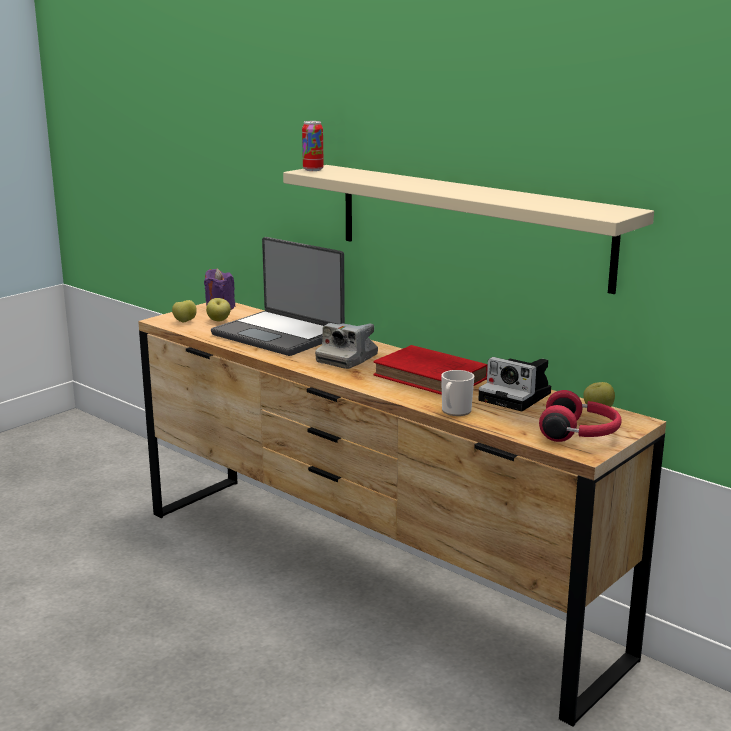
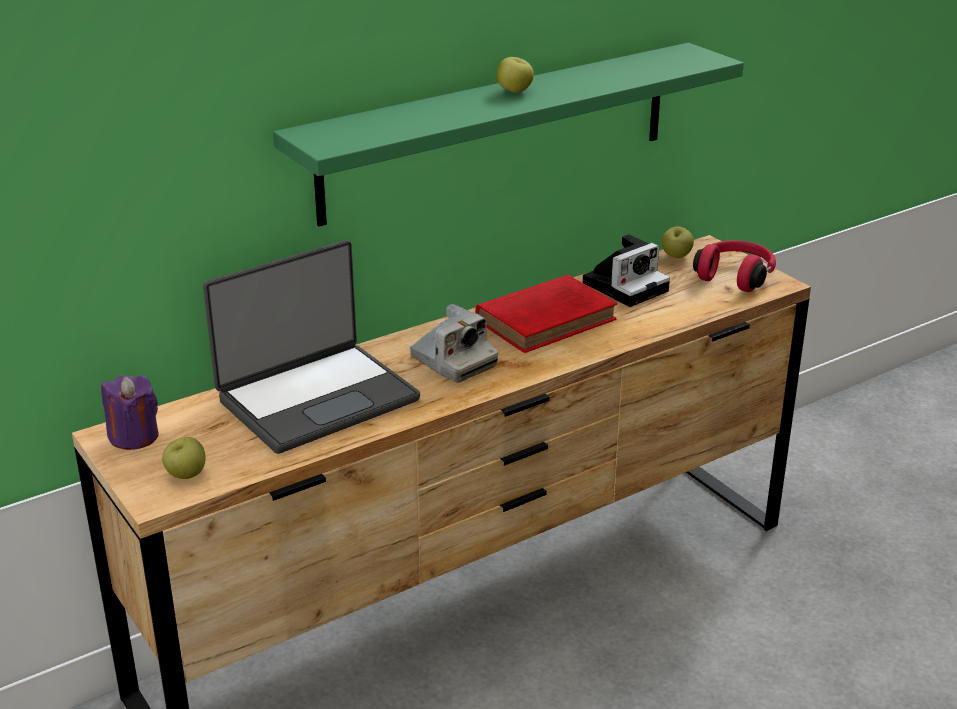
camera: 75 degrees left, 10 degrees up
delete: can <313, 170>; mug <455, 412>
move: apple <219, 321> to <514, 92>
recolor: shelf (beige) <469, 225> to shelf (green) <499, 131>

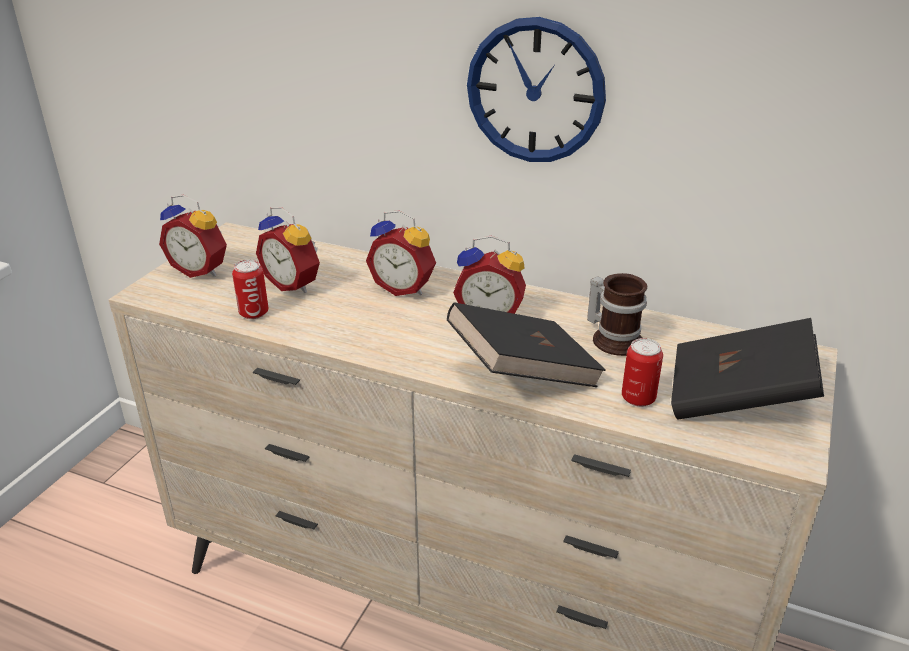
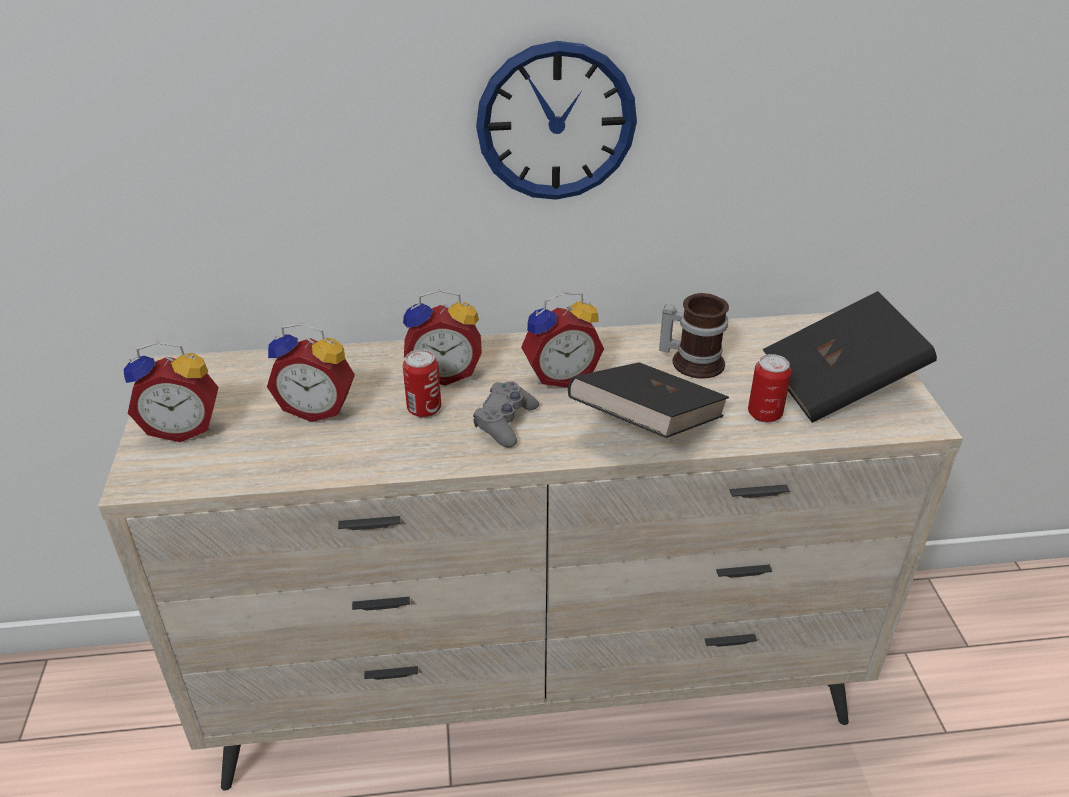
camera: 30 degrees left, 5 degrees up
insert: game controller (grey) <505, 422>
move: can <254, 313> to <424, 409>

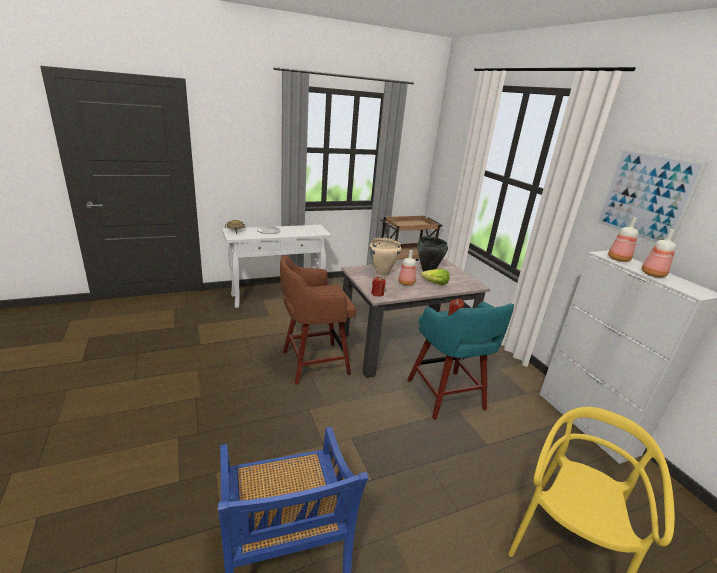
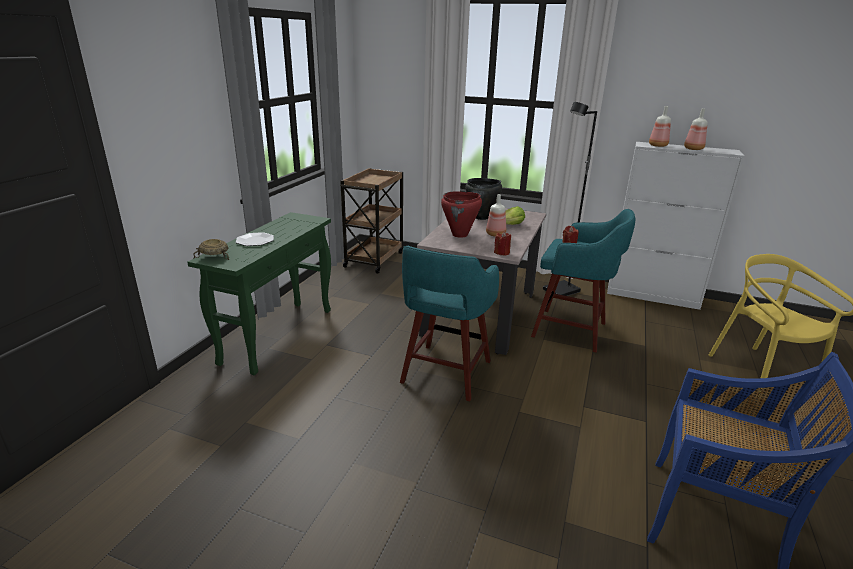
camera: 45 degrees left, 0 degrees up
delete: picture <645, 197>
insert: floor lamp (black) <561, 291>
recolor: console table (white) <278, 296> to console table (green) <278, 335>; stool (brown) <313, 363> to stool (turquoise) <445, 373>; cooking pot (beige) <382, 273> to cooking pot (red) <460, 235>

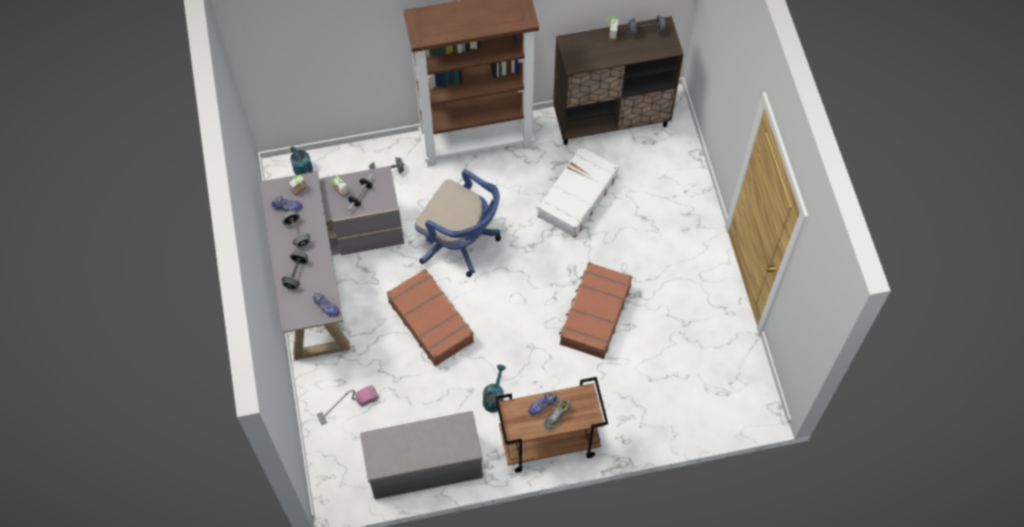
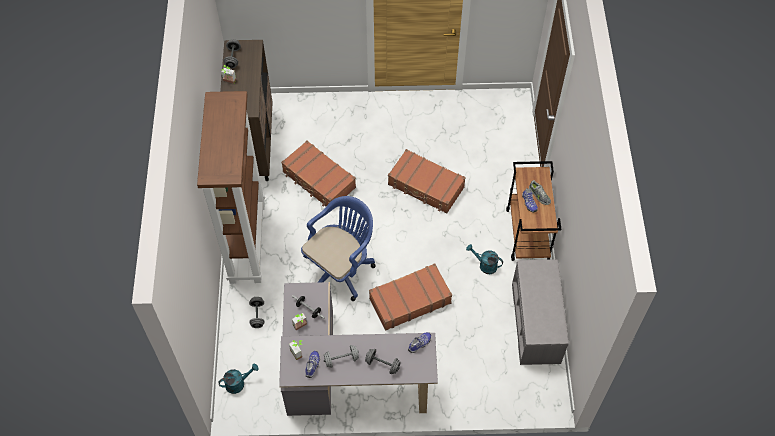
camera: 80 degrees left, 5 degrees down
delete: vacuum cleaner <348, 406>
recolor: suitcase (white) <576, 196> to suitcase (brown) <319, 180>

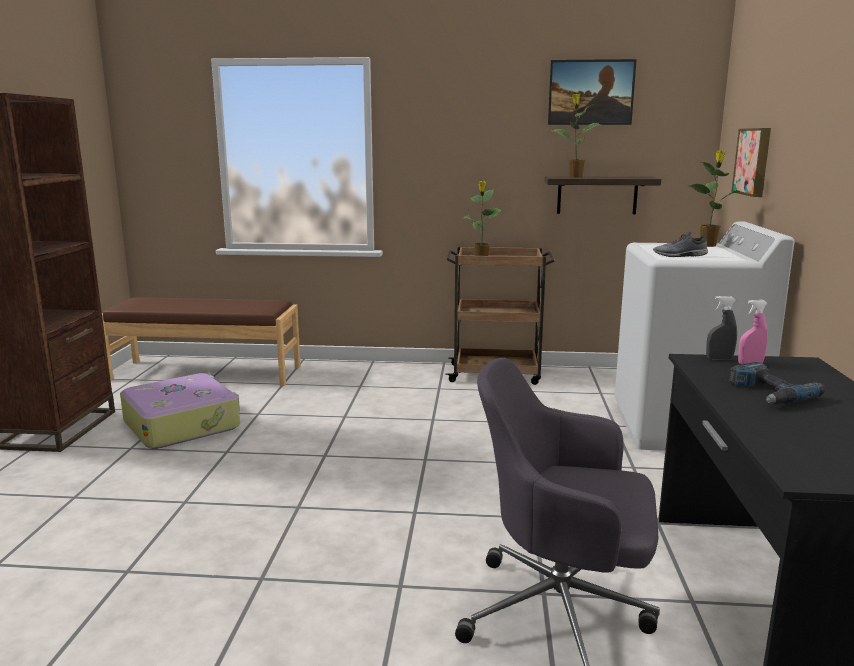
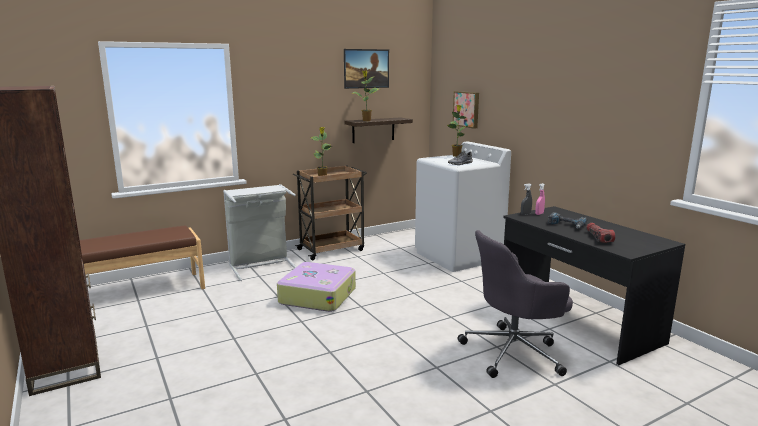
camera: 35 degrees left, 0 degrees up
insert: laundry basket (grey) <261, 266>; flashlight <598, 238>
move: suitcase <183, 424> to <317, 296>

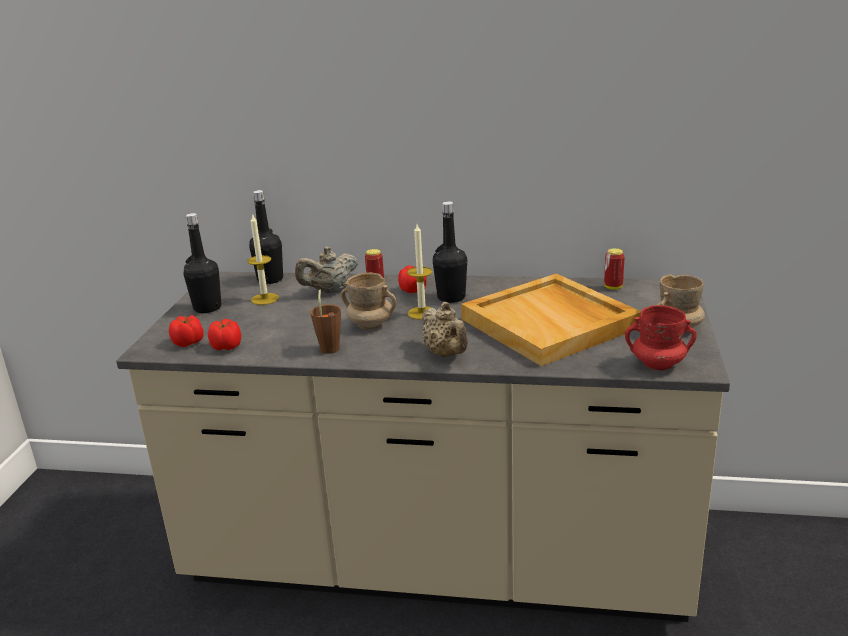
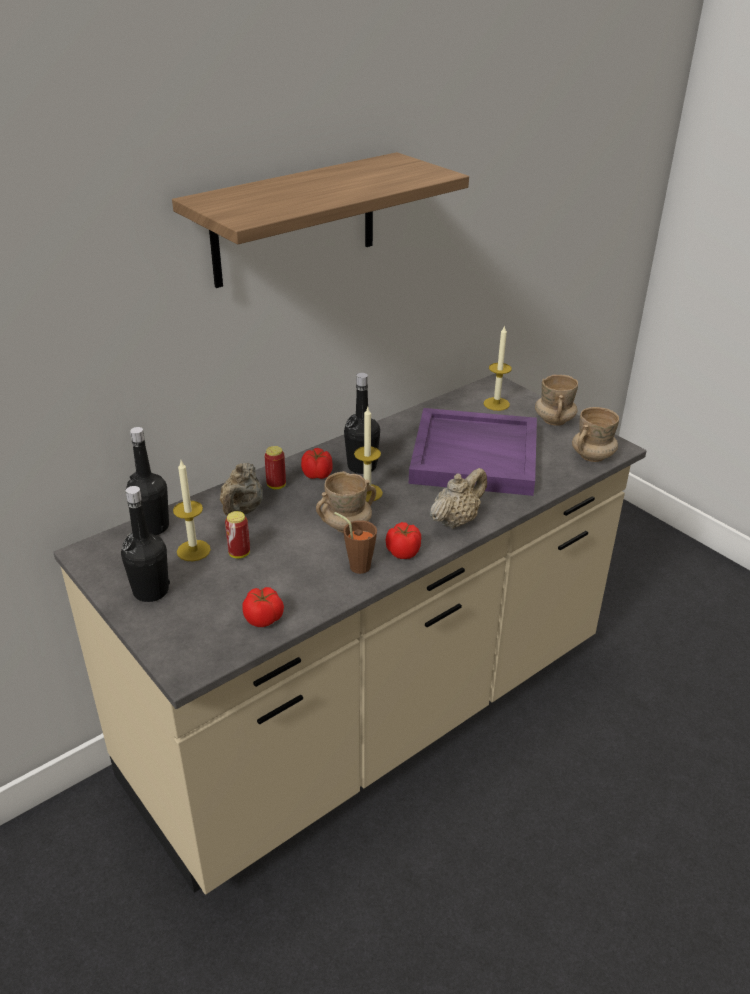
camera: 50 degrees left, 10 degrees up
insert: shelf <295, 220>; candle <496, 404>
move: tomato <189, 343> to <404, 552>; can <613, 287> to <239, 553>
recolor: tray (beige) <551, 323> to tray (purple) <475, 455>; mug (red) <657, 364> to mug (beige) <592, 456>
rotate: teapot (beige) <447, 354> = <456, 520> 60 degrees counterclockwise

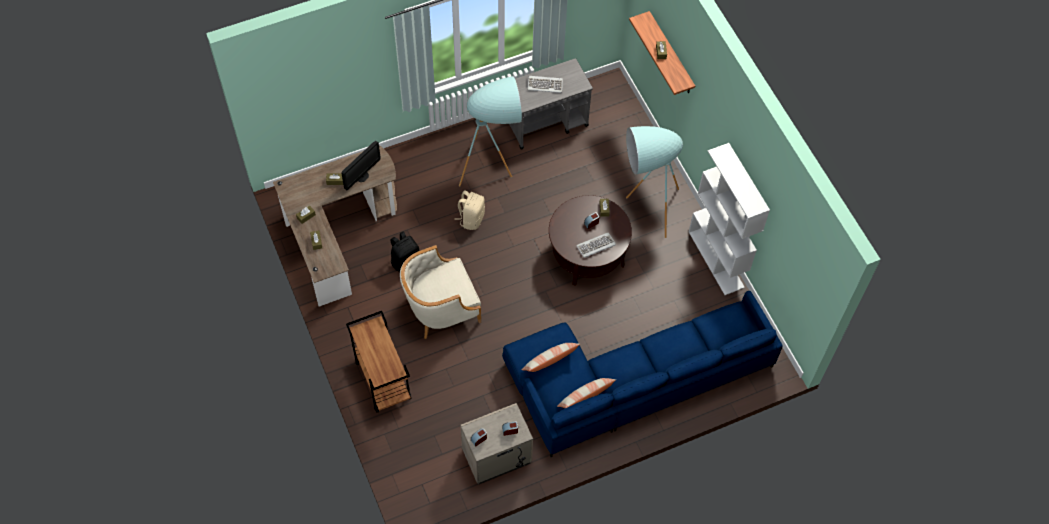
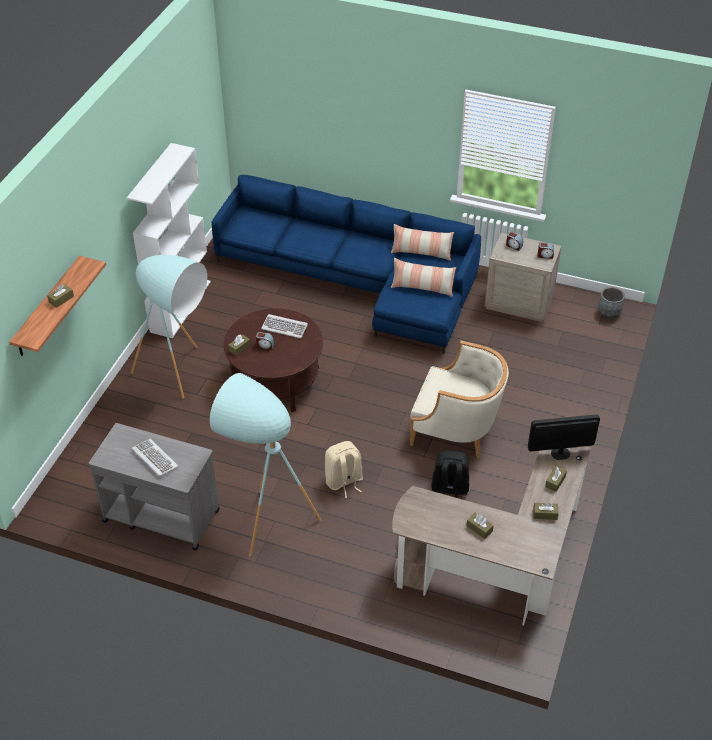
camera: 135 degrees left, 15 degrees down
delete: cart (brown) <382, 380>
insert: planter (grey) <609, 313>
move: monitor <362, 176> to <560, 453>

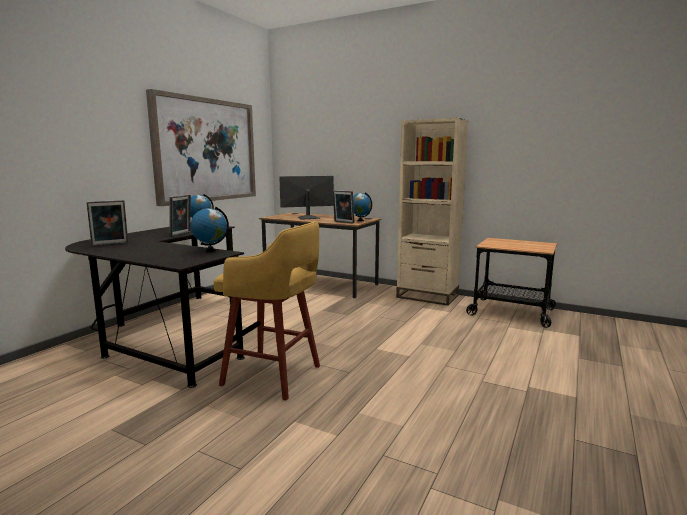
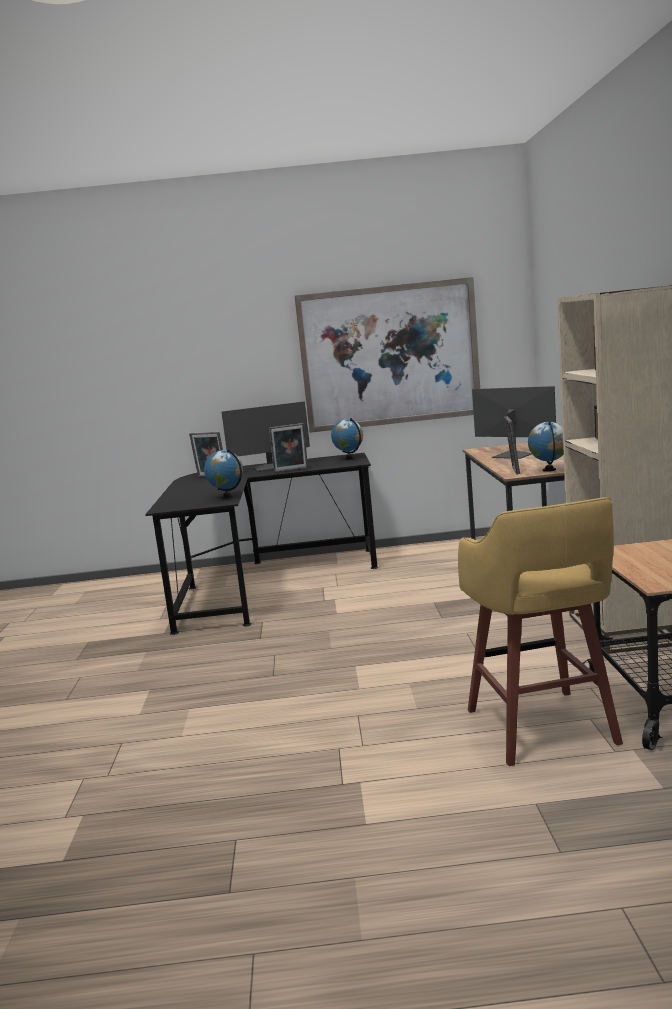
camera: 60 degrees right, 0 degrees up
insert: monitor <270, 467>
move: stool (yellow) <274, 376> to <542, 729>

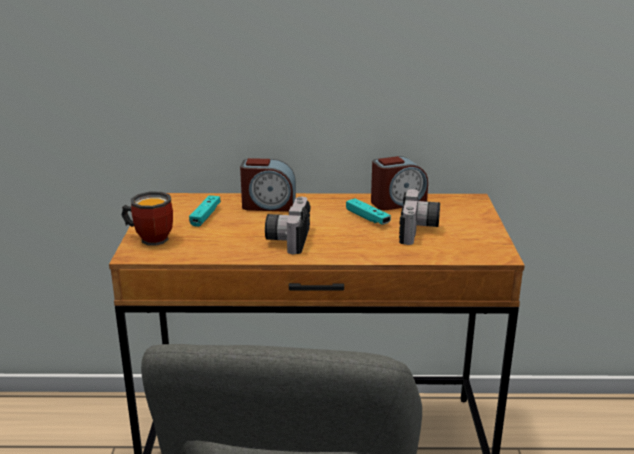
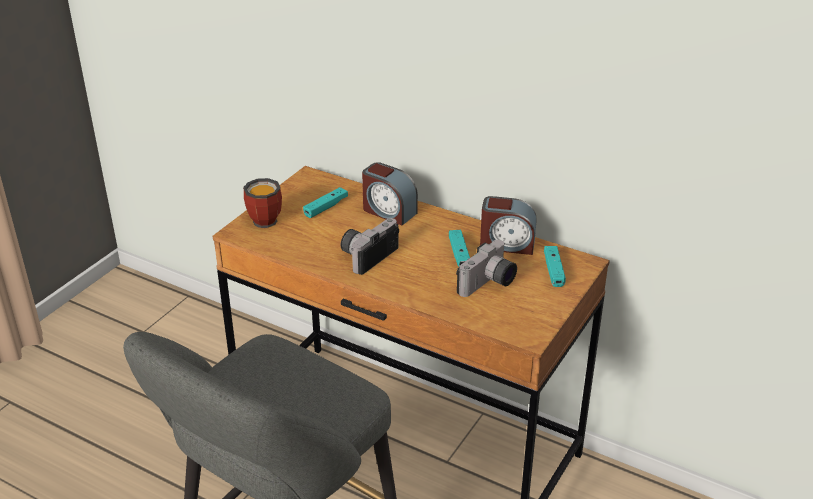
camera: 30 degrees right, 10 degrees up
insert: game controller (turquoise) <553, 271>

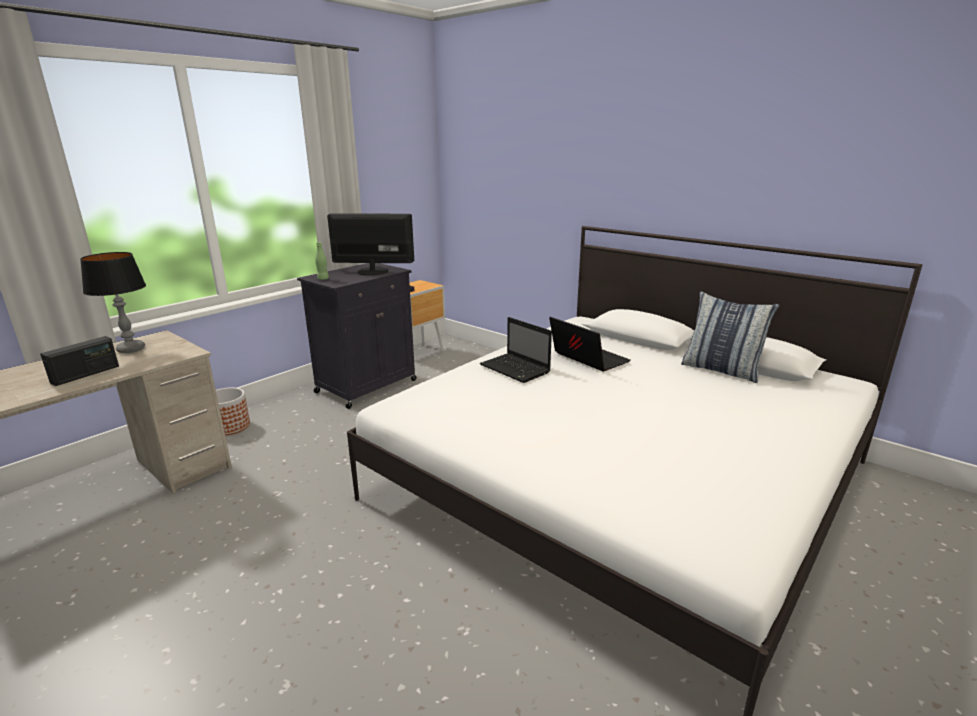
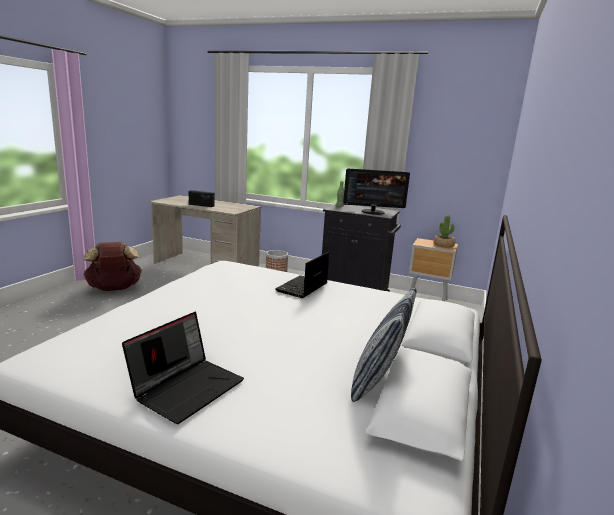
camera: 70 degrees right, 5 degrees down
delete: table lamp <131, 349>
insert: backpack (brown) <114, 289>; potted plant <443, 245>
move: laptop <587, 359> to <187, 387>
rotate: monitor <372, 271> = <373, 212> 105 degrees clockwise

